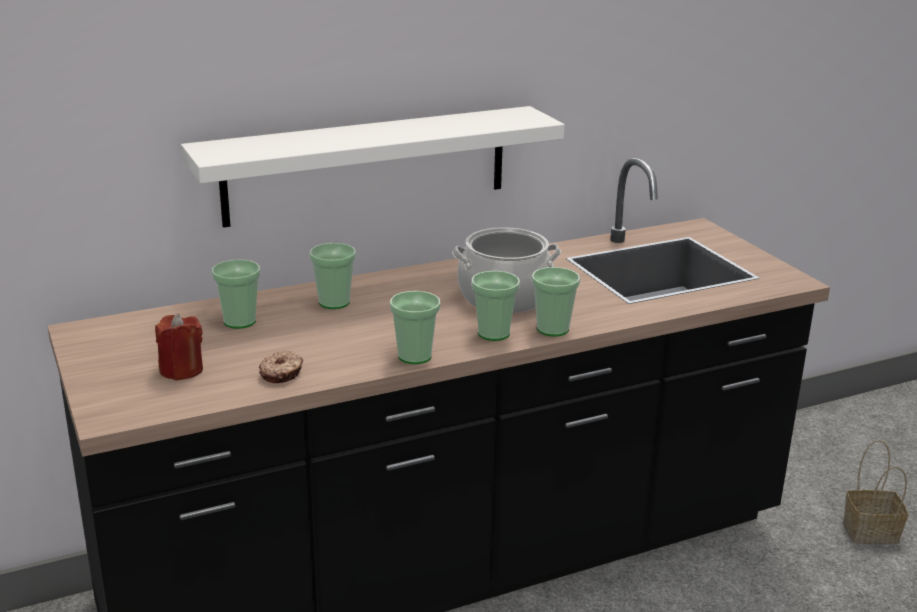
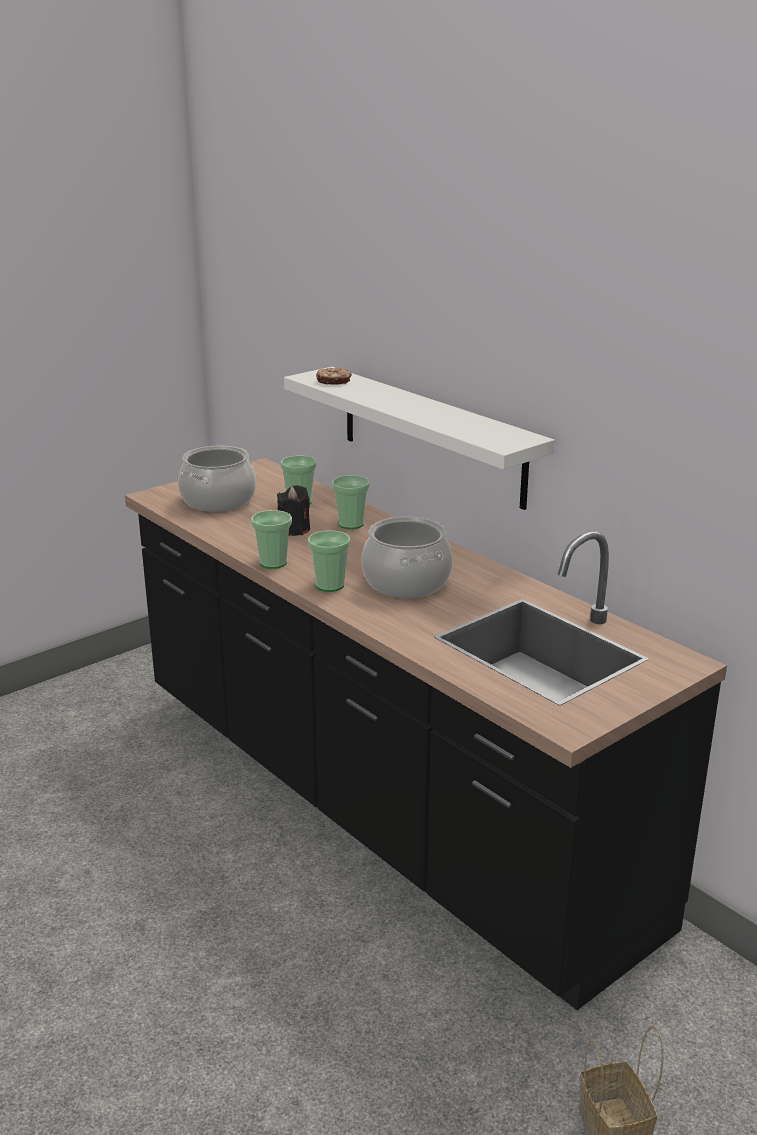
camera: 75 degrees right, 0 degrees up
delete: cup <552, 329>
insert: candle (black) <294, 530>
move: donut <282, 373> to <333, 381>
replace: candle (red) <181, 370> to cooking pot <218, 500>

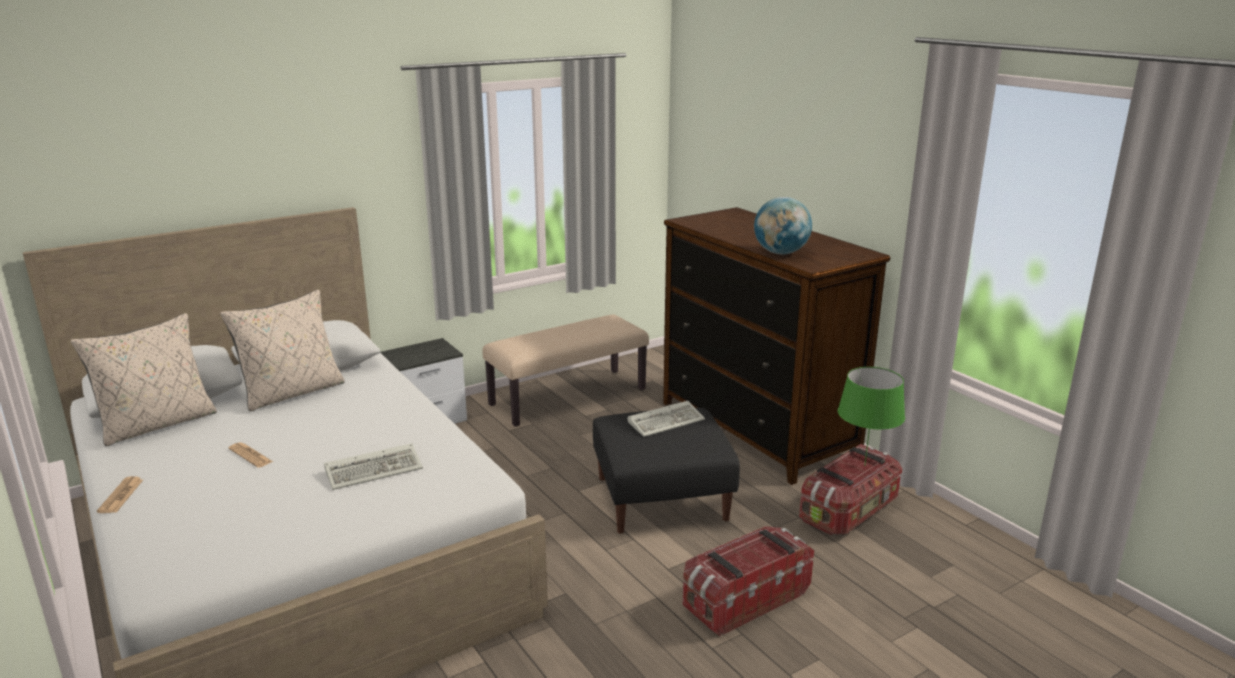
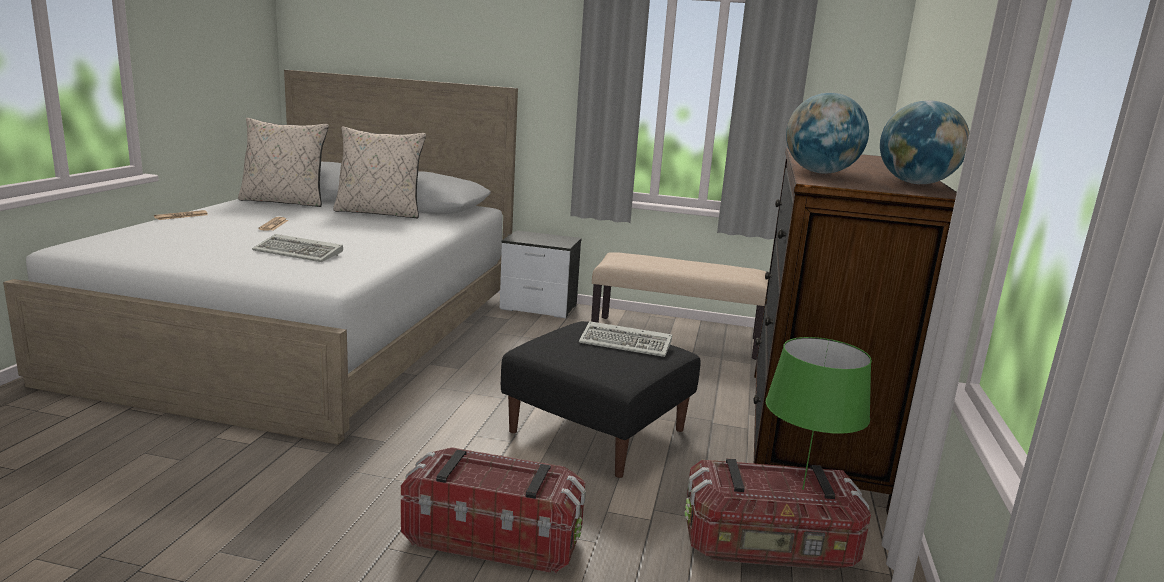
camera: 45 degrees right, 5 degrees down
insert: globe <916, 183>

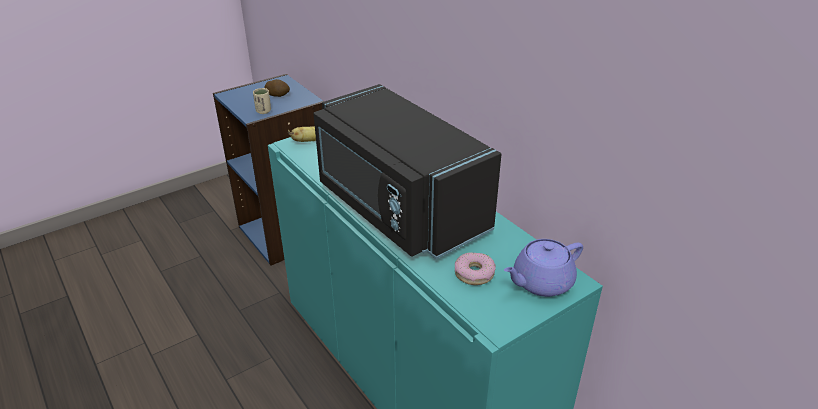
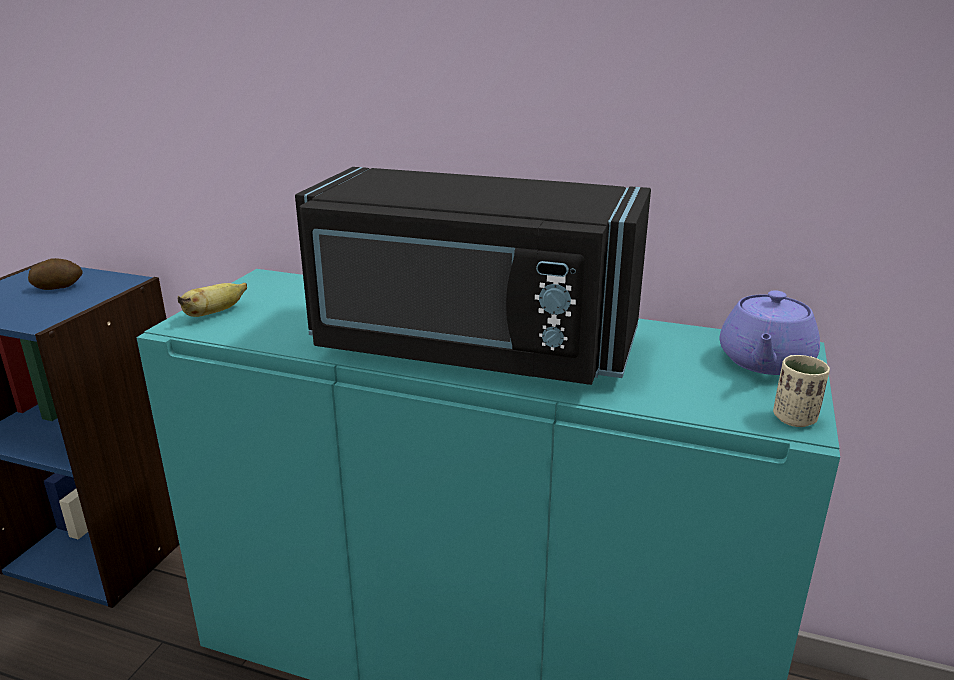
camera: 35 degrees left, 10 degrees down
delete: donut <474, 273>
move: cup (beige) <263, 111> to <794, 419>

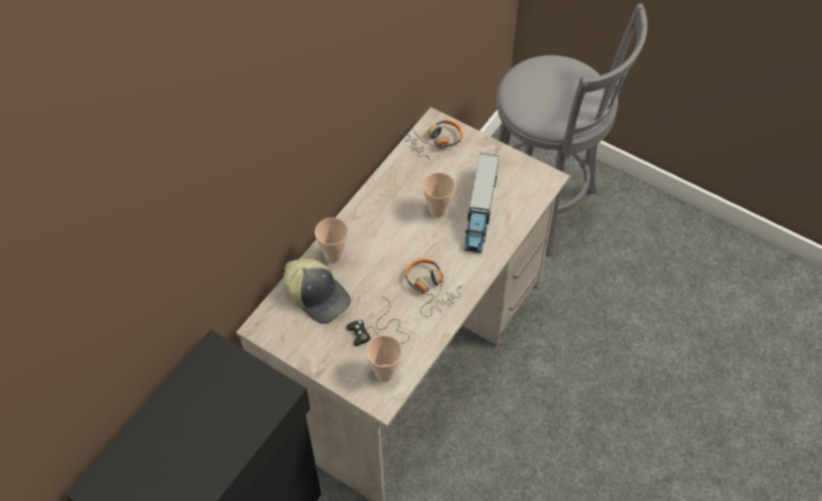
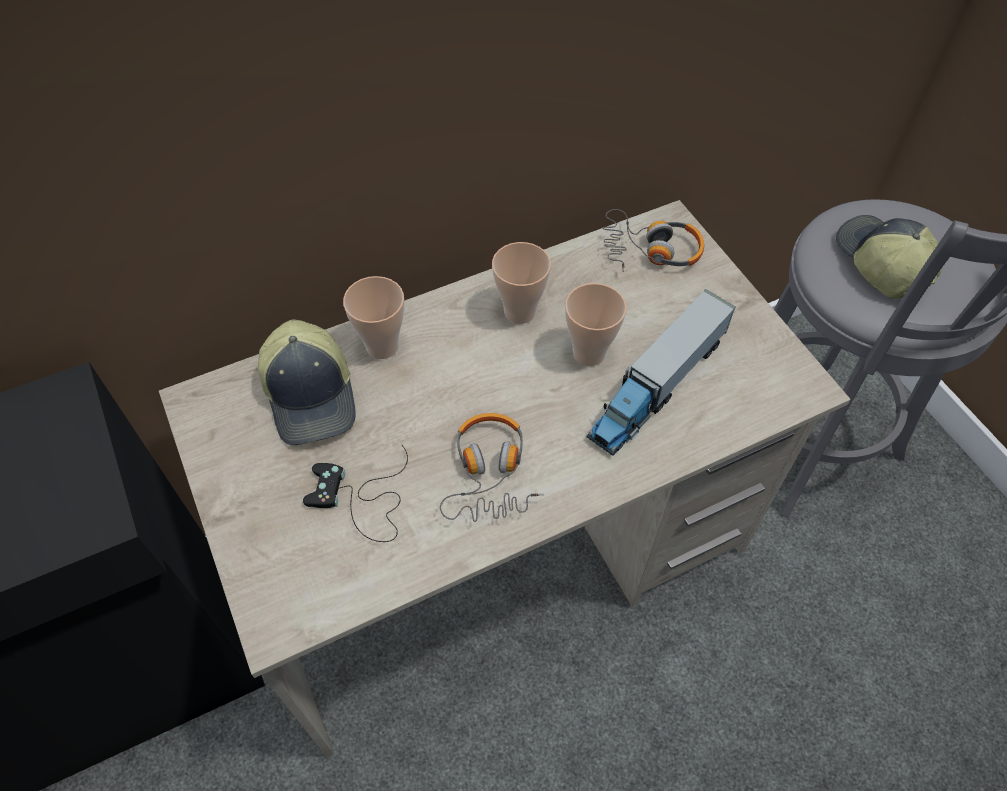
camera: 30 degrees right, 0 degrees up
insert: cap <880, 263>
move: cup <385, 372> to <520, 312>

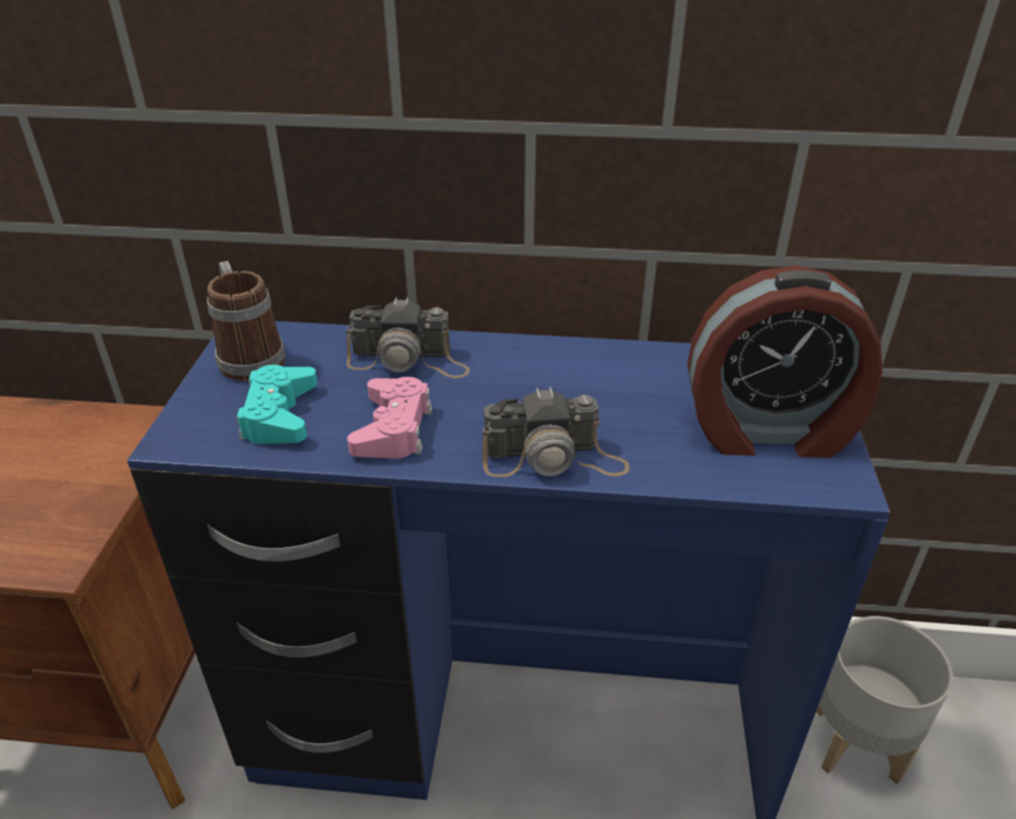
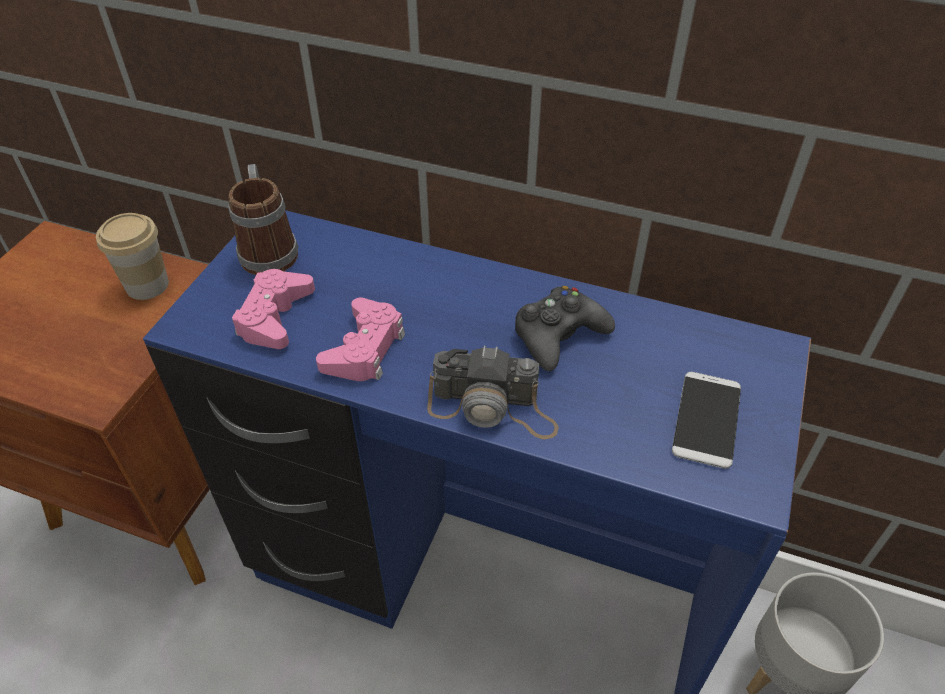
camera: 15 degrees right, 10 degrees up
delete: photo camera <409, 360>
insert: cup <147, 285>; game controller (black) <558, 335>
replace: alarm clock <769, 431> to phone <706, 419>
recolor: game controller (turquoise) <279, 415> to game controller (pink) <275, 316>

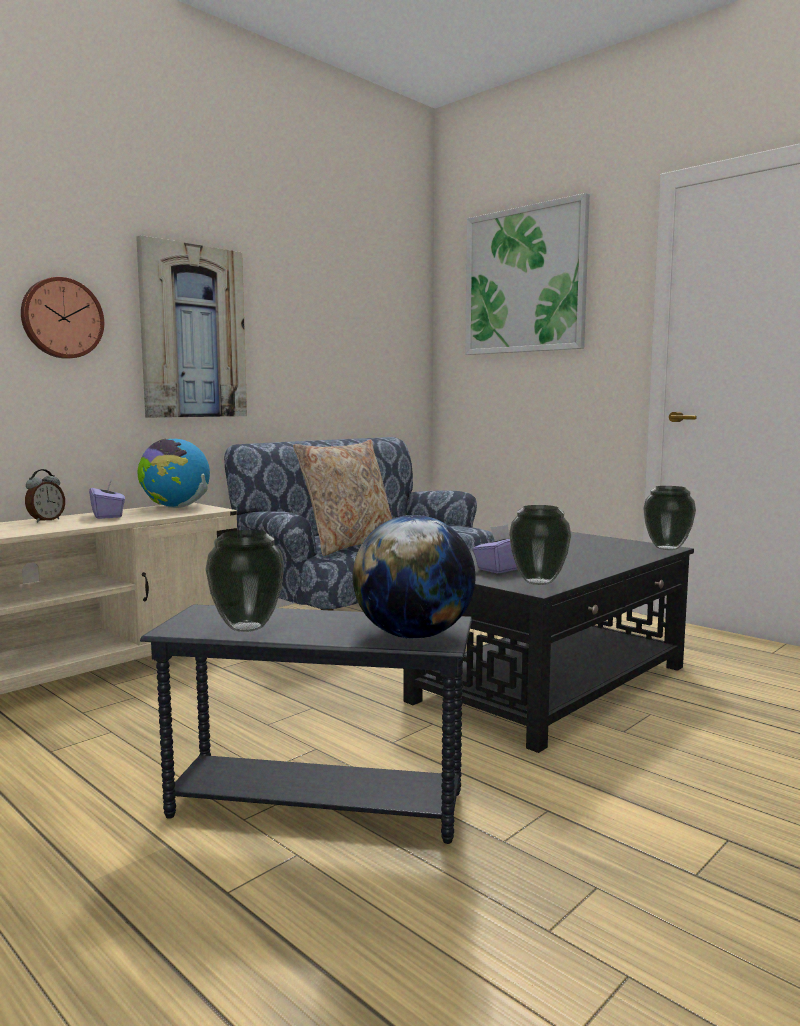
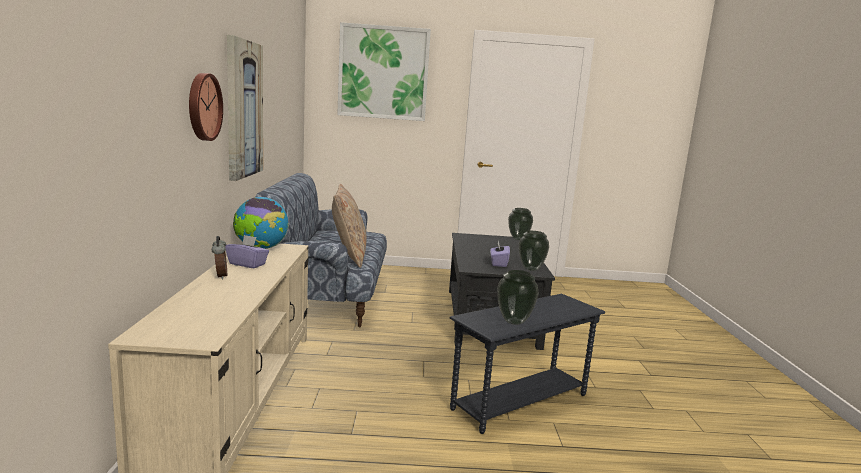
camera: 45 degrees left, 5 degrees up
delete: globe <413, 636>

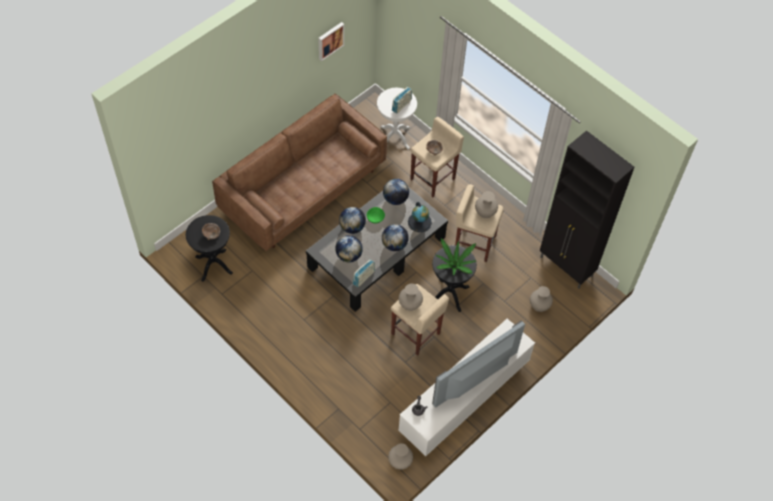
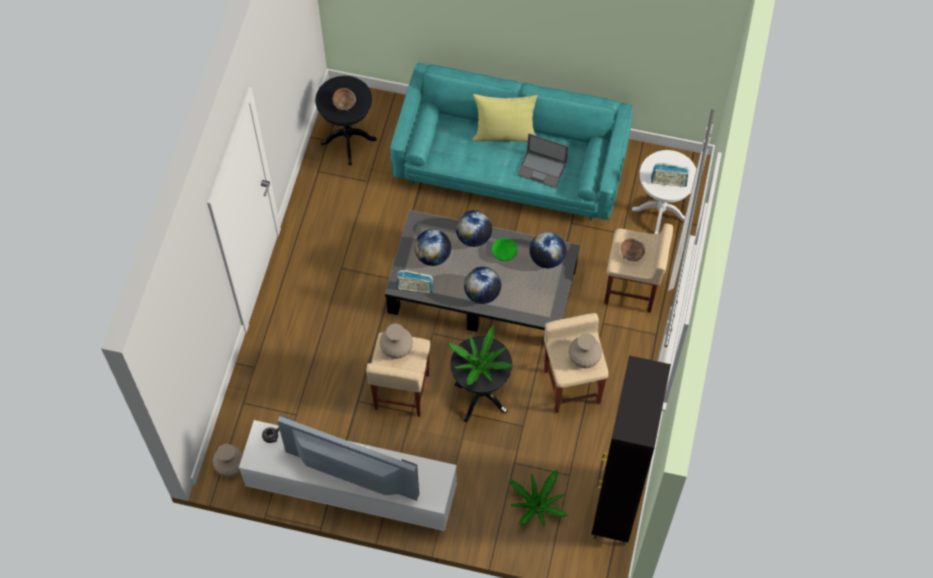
camera: 60 degrees right, 5 degrees up
delete: picture <330, 40>; globe <419, 222>
insert: pillow (yellow) <505, 133>; laptop <542, 169>
replace: vase (beige) <539, 305> to potted plant <537, 505>
recolor: sofa (brown) <303, 190> to sofa (turquoise) <510, 165>

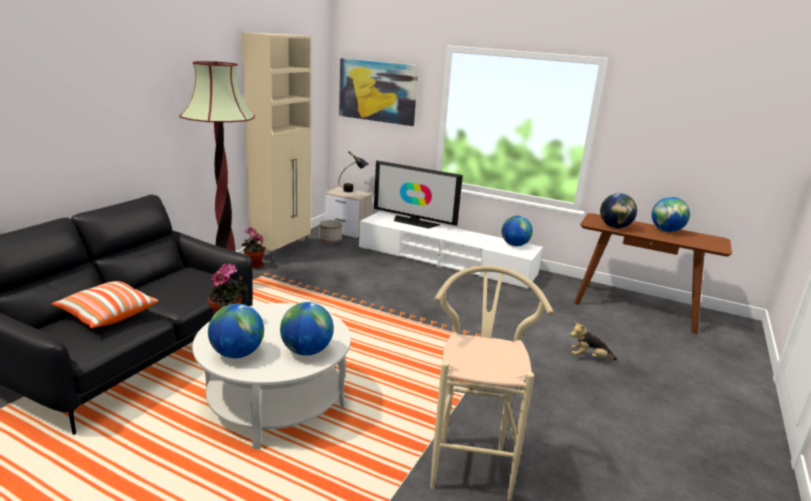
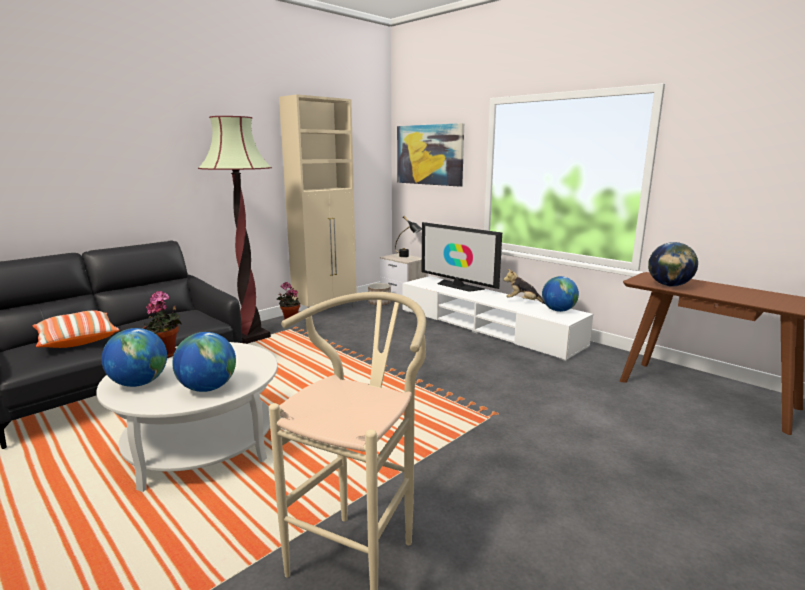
camera: 20 degrees right, 5 degrees down
delete: globe <666, 231>
move: plush toy <589, 358> to <523, 302>

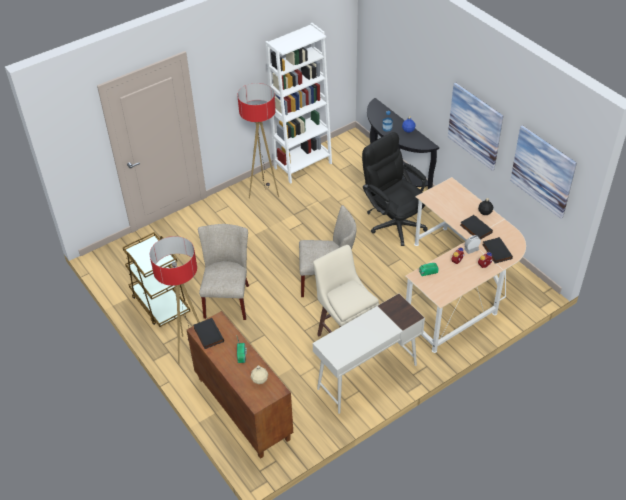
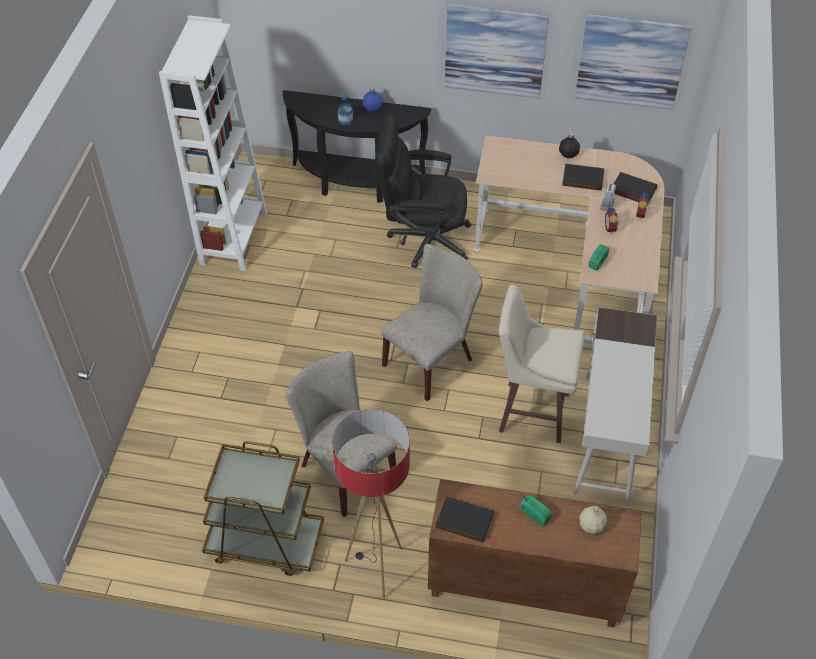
camera: 45 degrees left, 5 degrees up
delete: floor lamp <263, 192>

